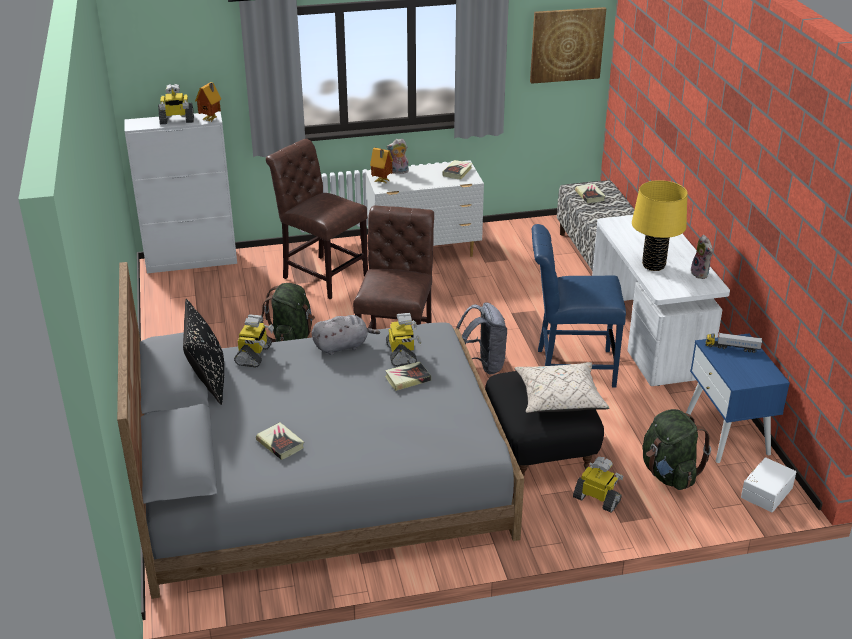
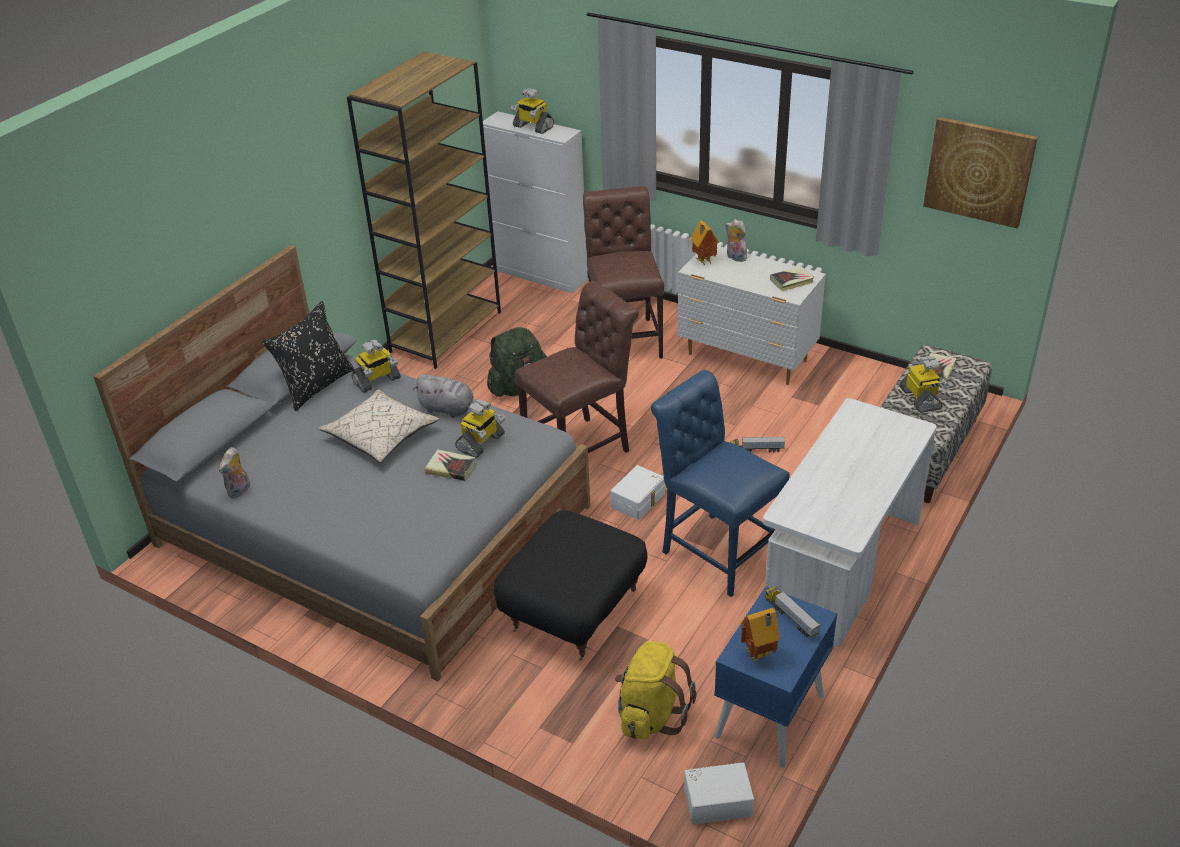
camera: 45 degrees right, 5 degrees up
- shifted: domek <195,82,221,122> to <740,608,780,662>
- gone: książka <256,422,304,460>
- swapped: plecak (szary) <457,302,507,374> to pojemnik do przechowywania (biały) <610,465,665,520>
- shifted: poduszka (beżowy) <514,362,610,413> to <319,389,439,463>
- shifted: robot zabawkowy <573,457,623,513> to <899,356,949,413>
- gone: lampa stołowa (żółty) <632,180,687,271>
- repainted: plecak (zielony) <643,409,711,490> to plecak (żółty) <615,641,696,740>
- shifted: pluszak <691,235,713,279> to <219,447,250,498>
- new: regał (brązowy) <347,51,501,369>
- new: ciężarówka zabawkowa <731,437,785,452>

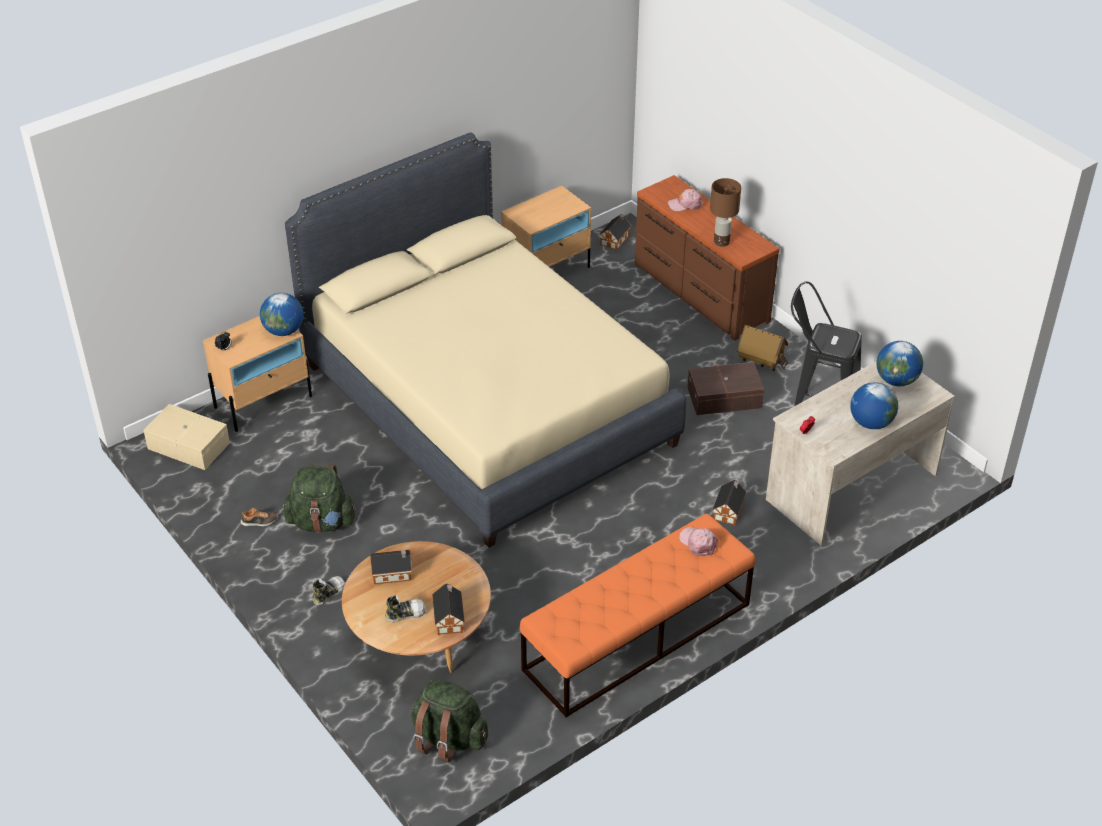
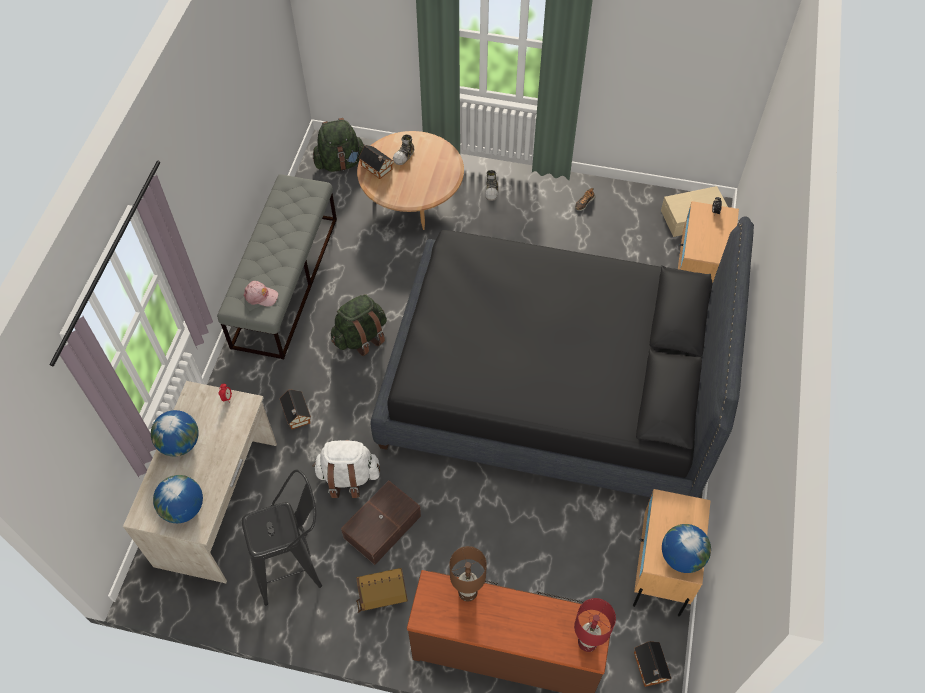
camera: 140 degrees right, 15 degrees up
- shifted: globus <260,293,304,336> to <662,524,711,573>
- shifted: plecak (zielony) <283,465,357,533> to <331,294,387,356>
- repainted: łóżko (beżowy) <285,133,687,548> to łóżko (czarny) <370,216,754,498>
- gone: domek <370,550,412,584>
- repainted: ławka (pomarańczowy) <520,514,756,718> to ławka (szary) <217,174,337,359>
- gone: czapka z daszkiem (różowy) <668,189,703,211>
- new: plecak (biały) <313,440,380,498>
- new: lampa stołowa (czerwony) <574,598,616,652>

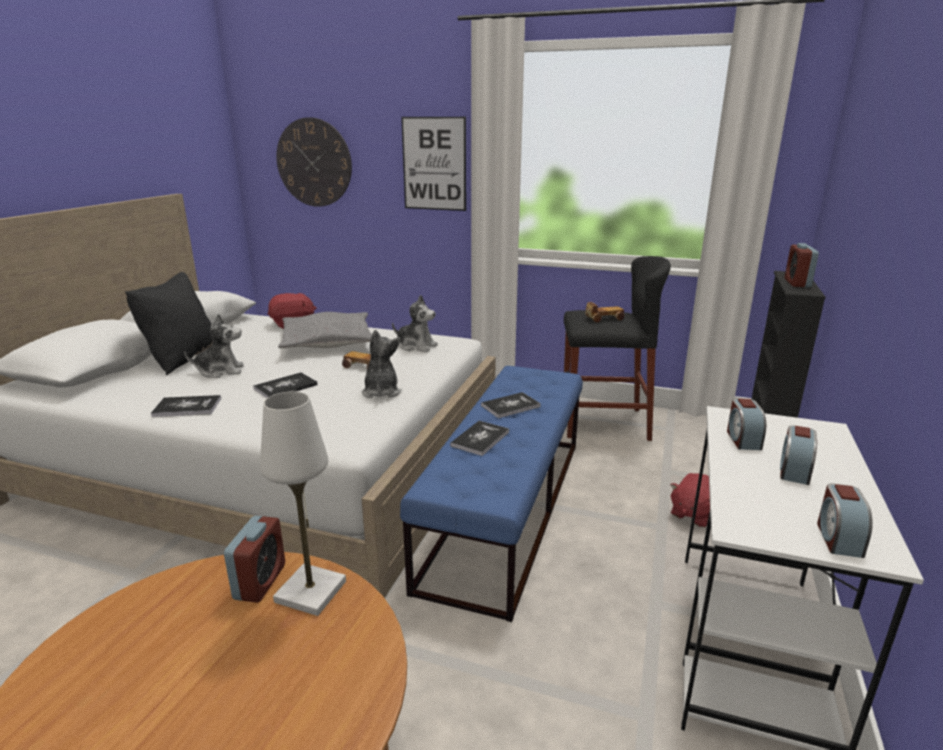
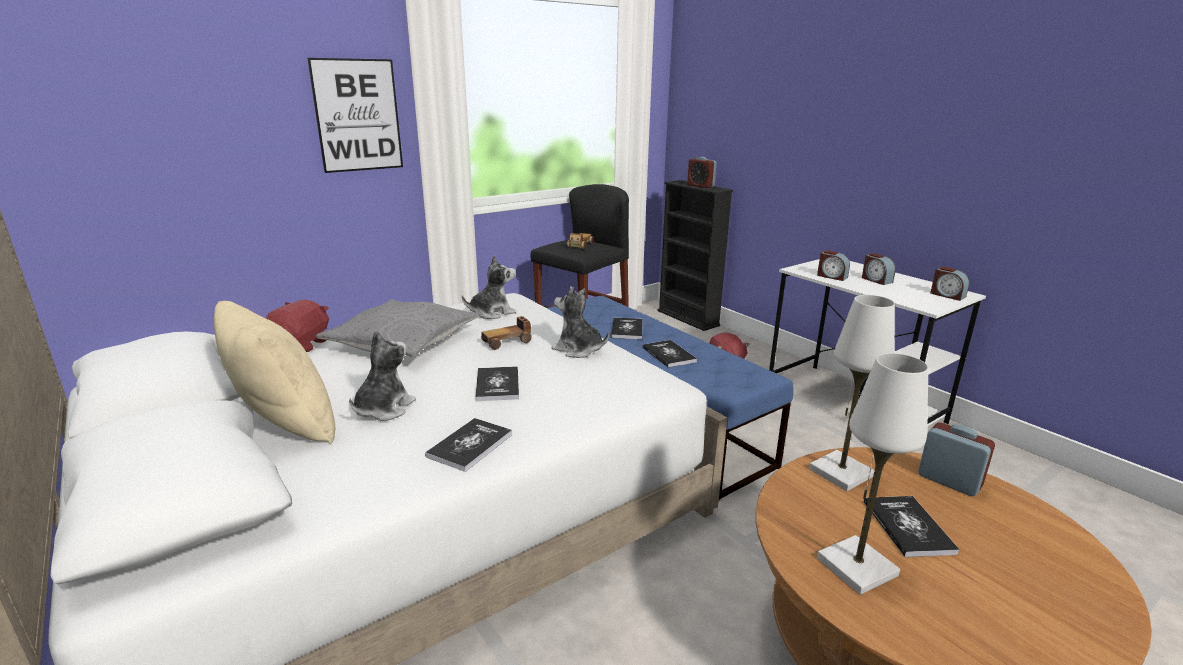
camera: 55 degrees left, 0 degrees up
- repainted: poduszka (czarny) <125,272,213,375> to poduszka (beżowy) <214,301,335,445>
- shifted: budzik <224,516,285,603> to <918,423,995,496>
- gone: zegar ścienny <276,117,352,207>
- new: lampa stołowa (biały) <817,353,928,595>
- new: książka <864,496,960,557>

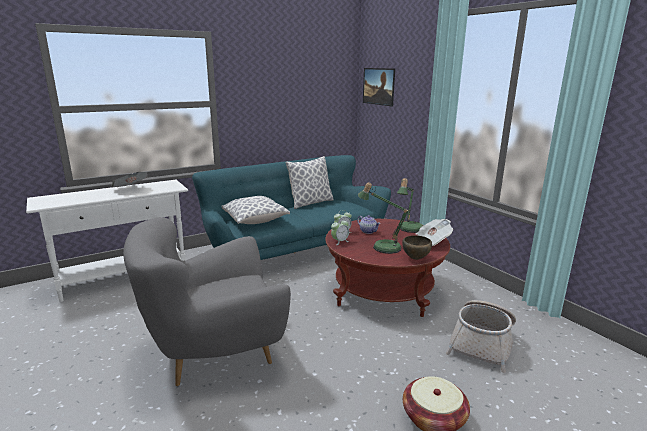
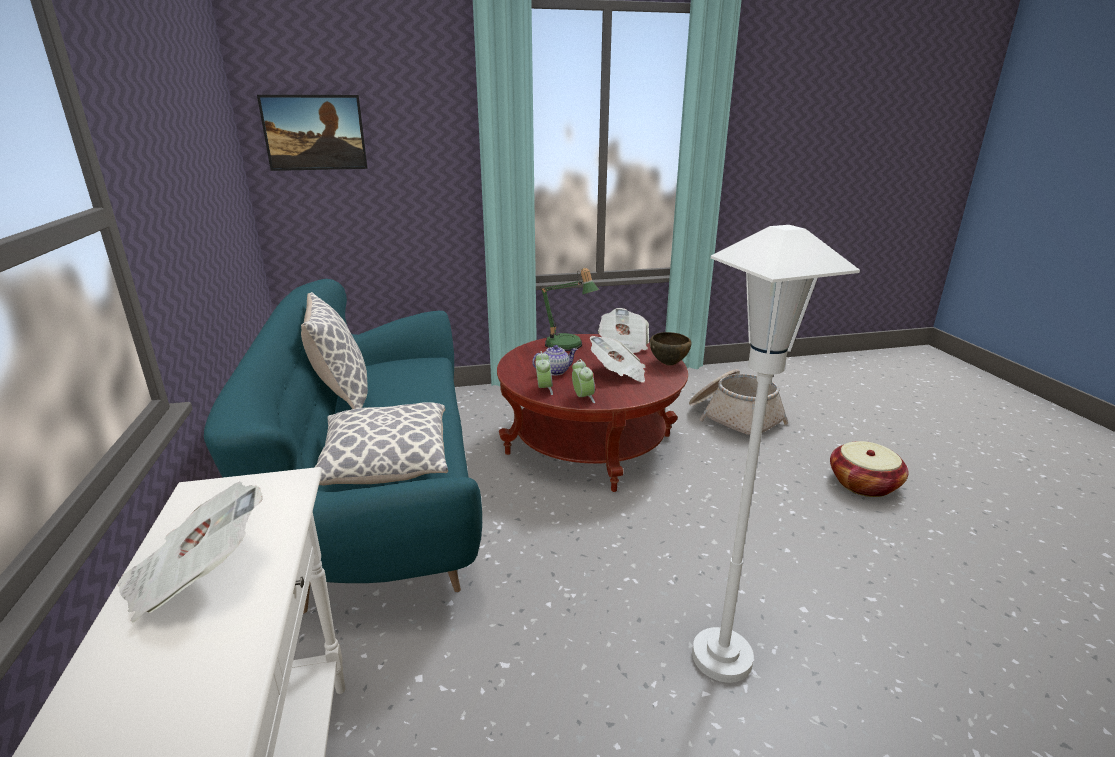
camera: 70 degrees left, 5 degrees up
- swapped: fotel (szary) <123,217,291,386> to lampa stojąca (biały) <692,225,860,683>
- swapped: lampa stołowa <358,182,410,254> to gazeta <590,336,646,383>

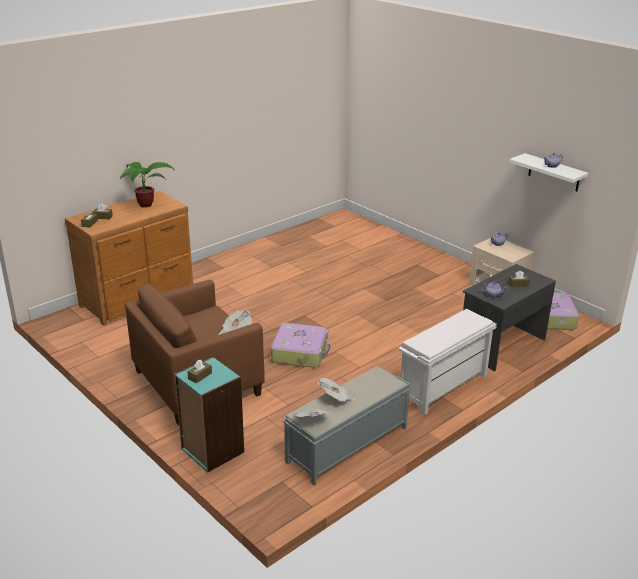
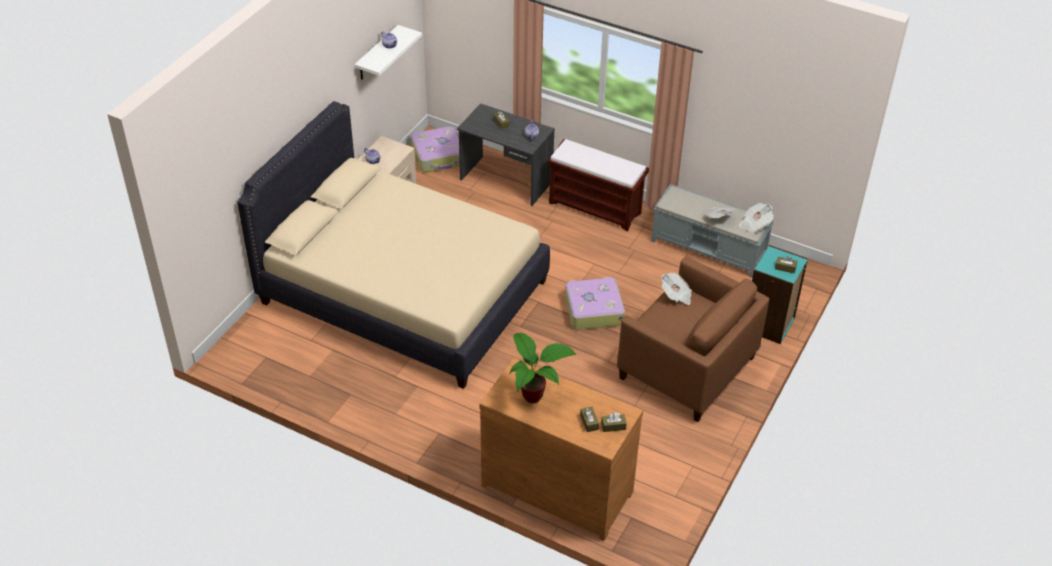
camera: 110 degrees left, 15 degrees up
- repainted: ławka (biały) <398,309,497,415> to ławka (brązowy) <547,139,649,231>
- new: łóżko (beżowy) <237,101,550,389>

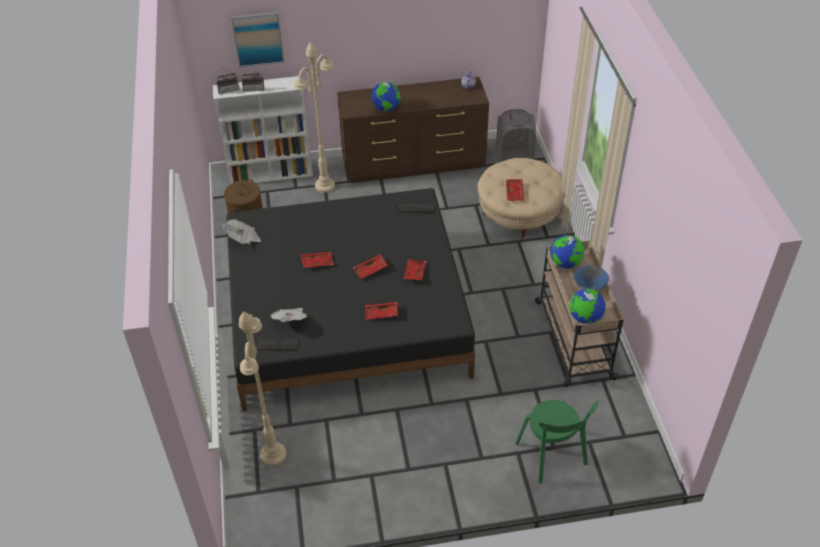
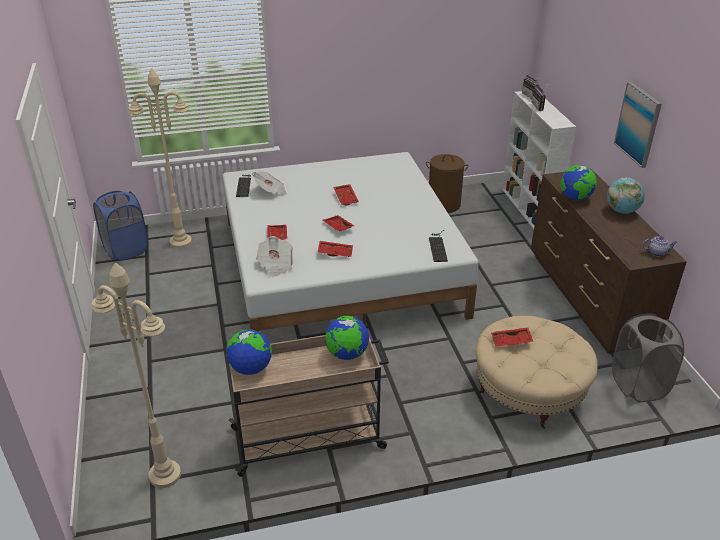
camera: 85 degrees right, 10 degrees down
- shifted: gazeta <223,219,261,244> to <256,236,293,277>
- repainted: łóżko (czarny) <226,188,475,411> to łóżko (biały) <222,152,479,332>
- shifted: obraz <231,12,284,67> to <614,82,662,168>
- shifted: lampa stojąca (beżowy) <294,42,335,193> to <92,262,181,488>
- gone: krzesło (zielony) <515,400,598,484>
- gone: miska (niebieski) <574,265,609,291>
- new: kosz na pranie (niebieski) <93,191,148,260>
- new: globus <607,177,645,214>

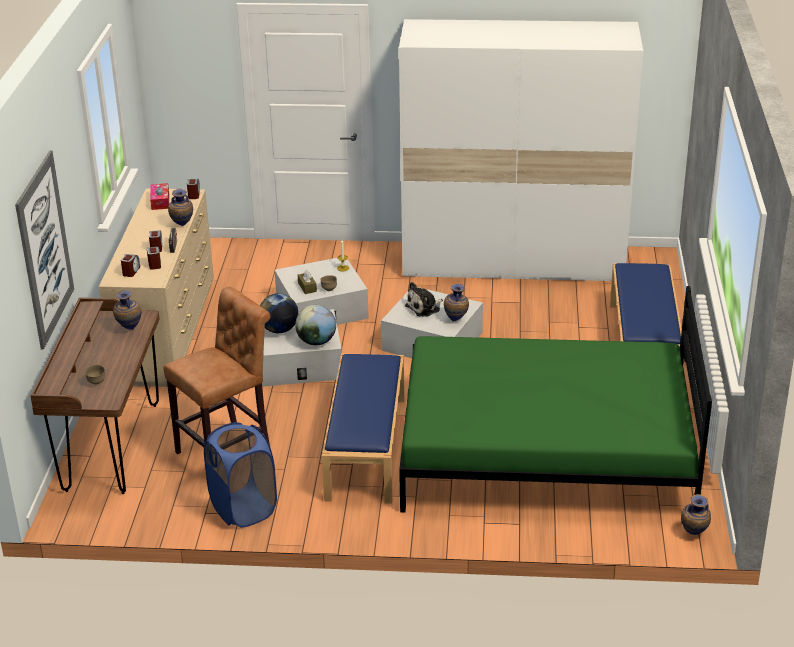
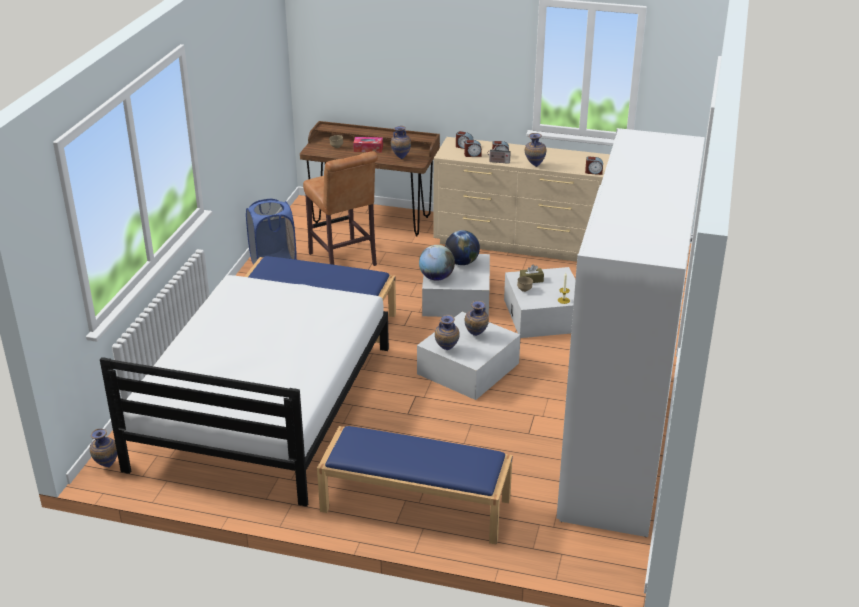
camera: 100 degrees right, 0 degrees up
- gone: obraz <15,150,74,350>
- shifted: pudełko chusteczek <150,183,169,210> to <353,137,383,152>
- repainted: łóżko (zielony) <399,286,712,512> to łóżko (biały) <100,275,389,507>
- swapped: pluszak <405,282,443,317> to wazon <465,301,489,336>

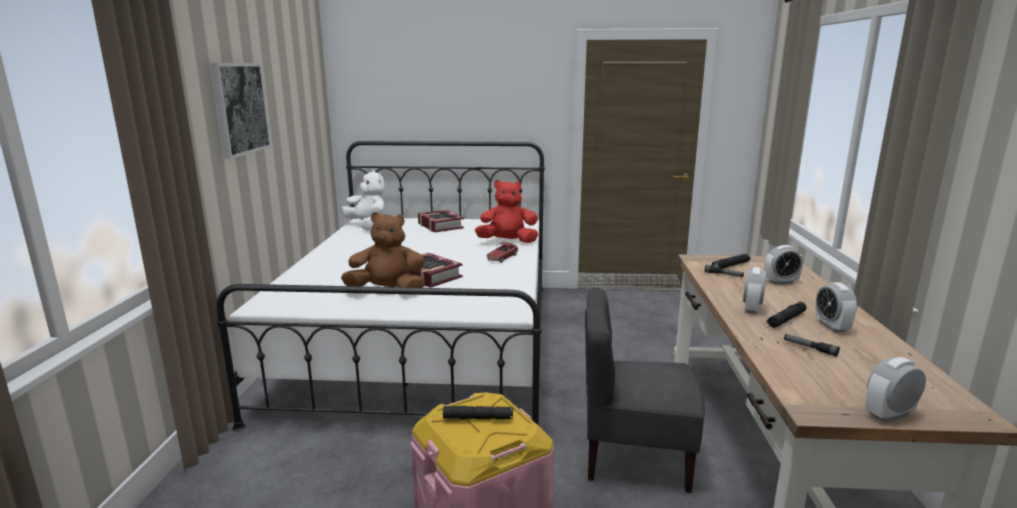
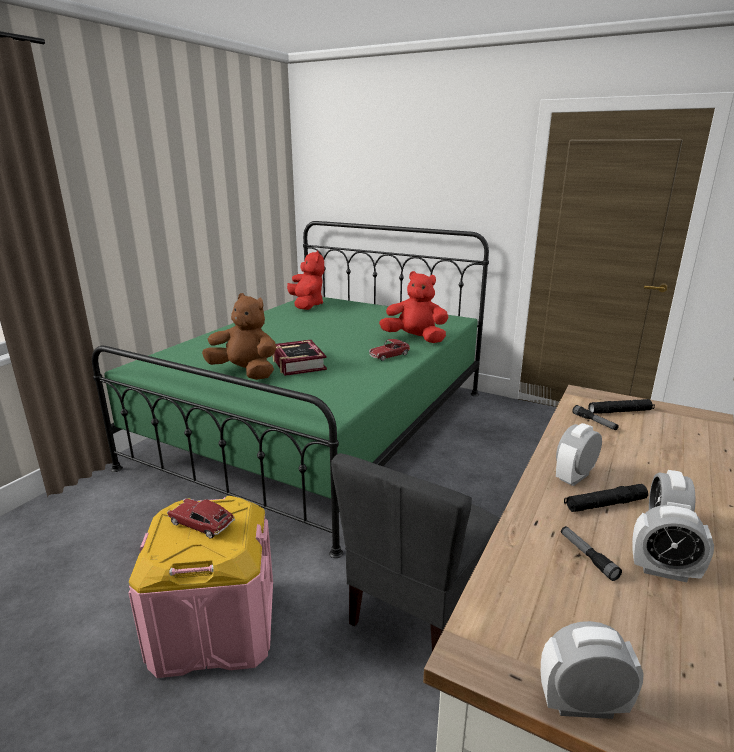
camera: 25 degrees right, 5 degrees up
- gone: obraz <210,63,271,159>
- repainted: łóżko (biały) <216,141,545,431> to łóżko (zielony) <92,221,489,558>
- repainted: pluszak (biały) <341,170,385,230> to pluszak (czerwony) <287,250,325,310>
- gone: książka <418,210,464,233>
- swapped: latarka (czarny) <443,406,513,420> to samochodzik <167,499,235,539>
- rotated: krzesło (szary) <585,288,705,493> = <331,453,500,652> 90 degrees counterclockwise
- shifted: budzik <764,245,803,284> to <632,505,714,582>

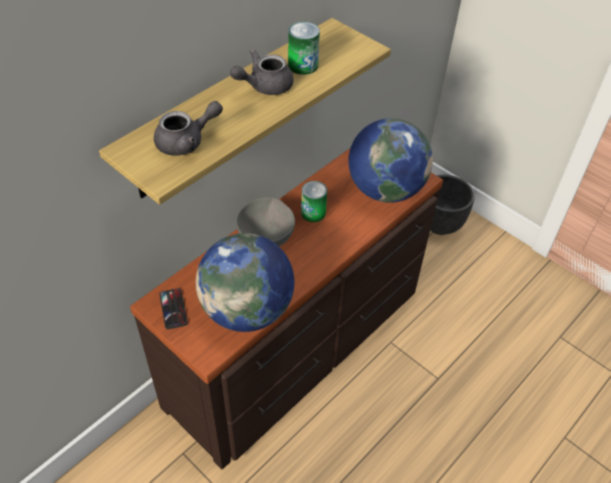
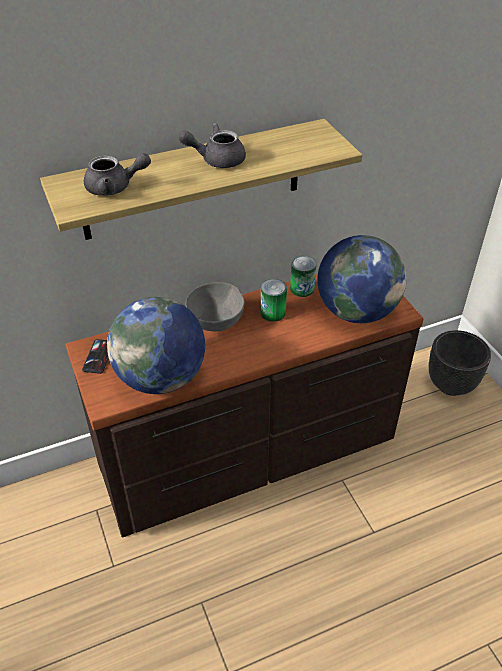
camera: 25 degrees right, 5 degrees down
- shifted: puszka <288,22,320,75> to <290,256,317,297>

